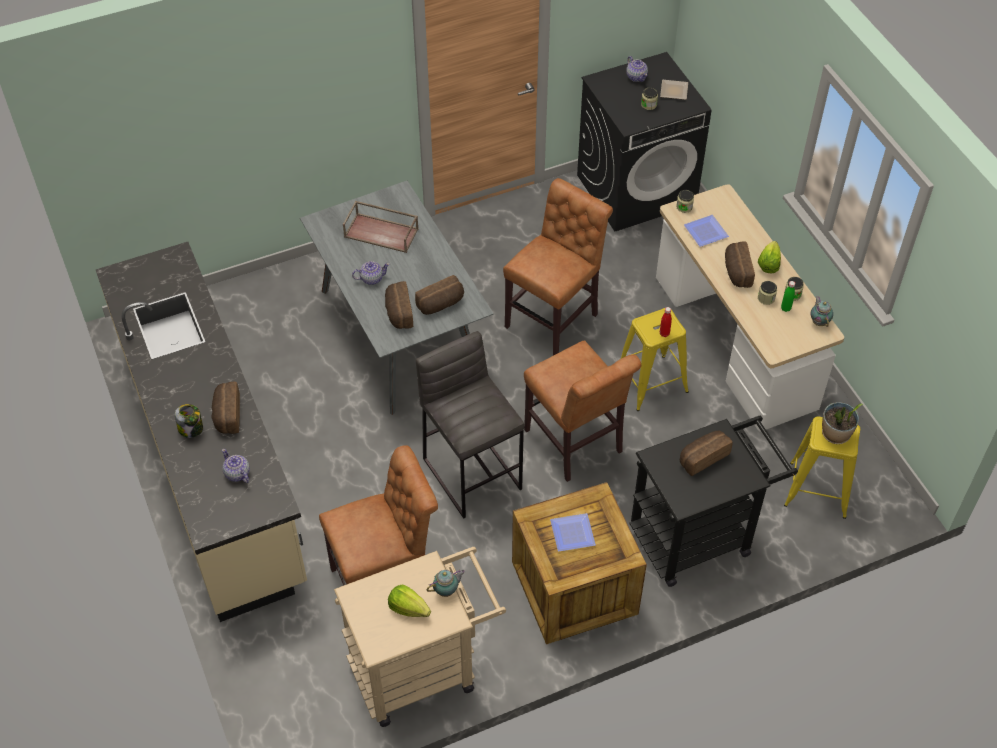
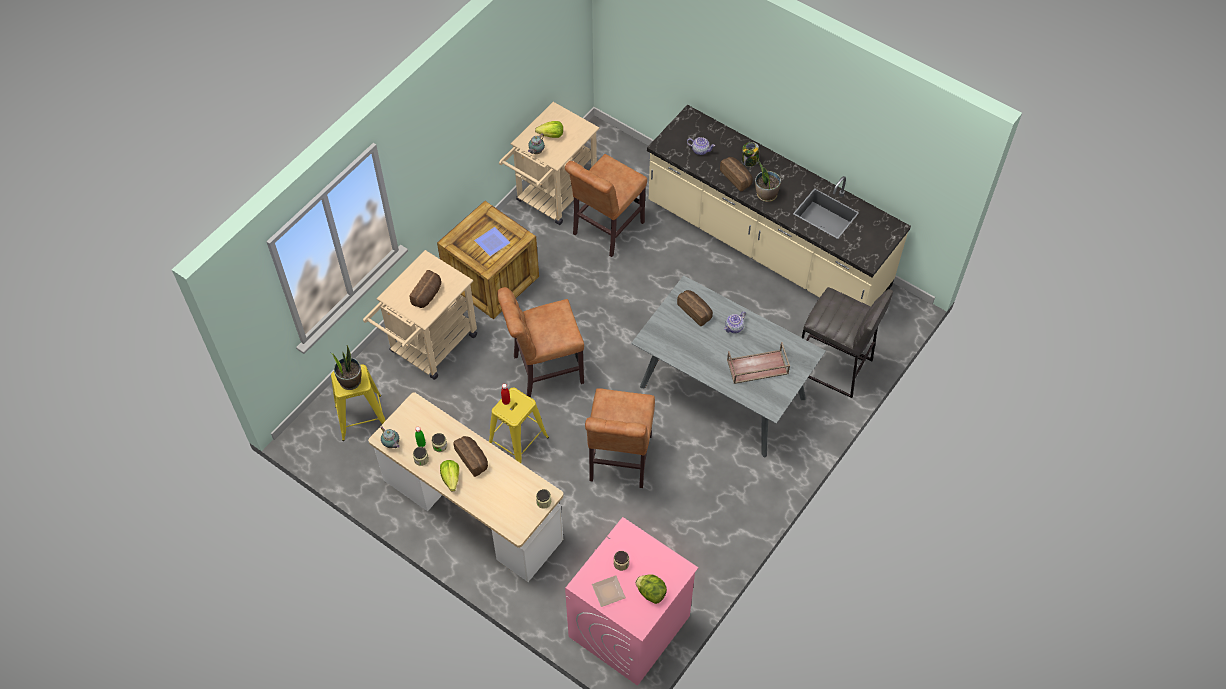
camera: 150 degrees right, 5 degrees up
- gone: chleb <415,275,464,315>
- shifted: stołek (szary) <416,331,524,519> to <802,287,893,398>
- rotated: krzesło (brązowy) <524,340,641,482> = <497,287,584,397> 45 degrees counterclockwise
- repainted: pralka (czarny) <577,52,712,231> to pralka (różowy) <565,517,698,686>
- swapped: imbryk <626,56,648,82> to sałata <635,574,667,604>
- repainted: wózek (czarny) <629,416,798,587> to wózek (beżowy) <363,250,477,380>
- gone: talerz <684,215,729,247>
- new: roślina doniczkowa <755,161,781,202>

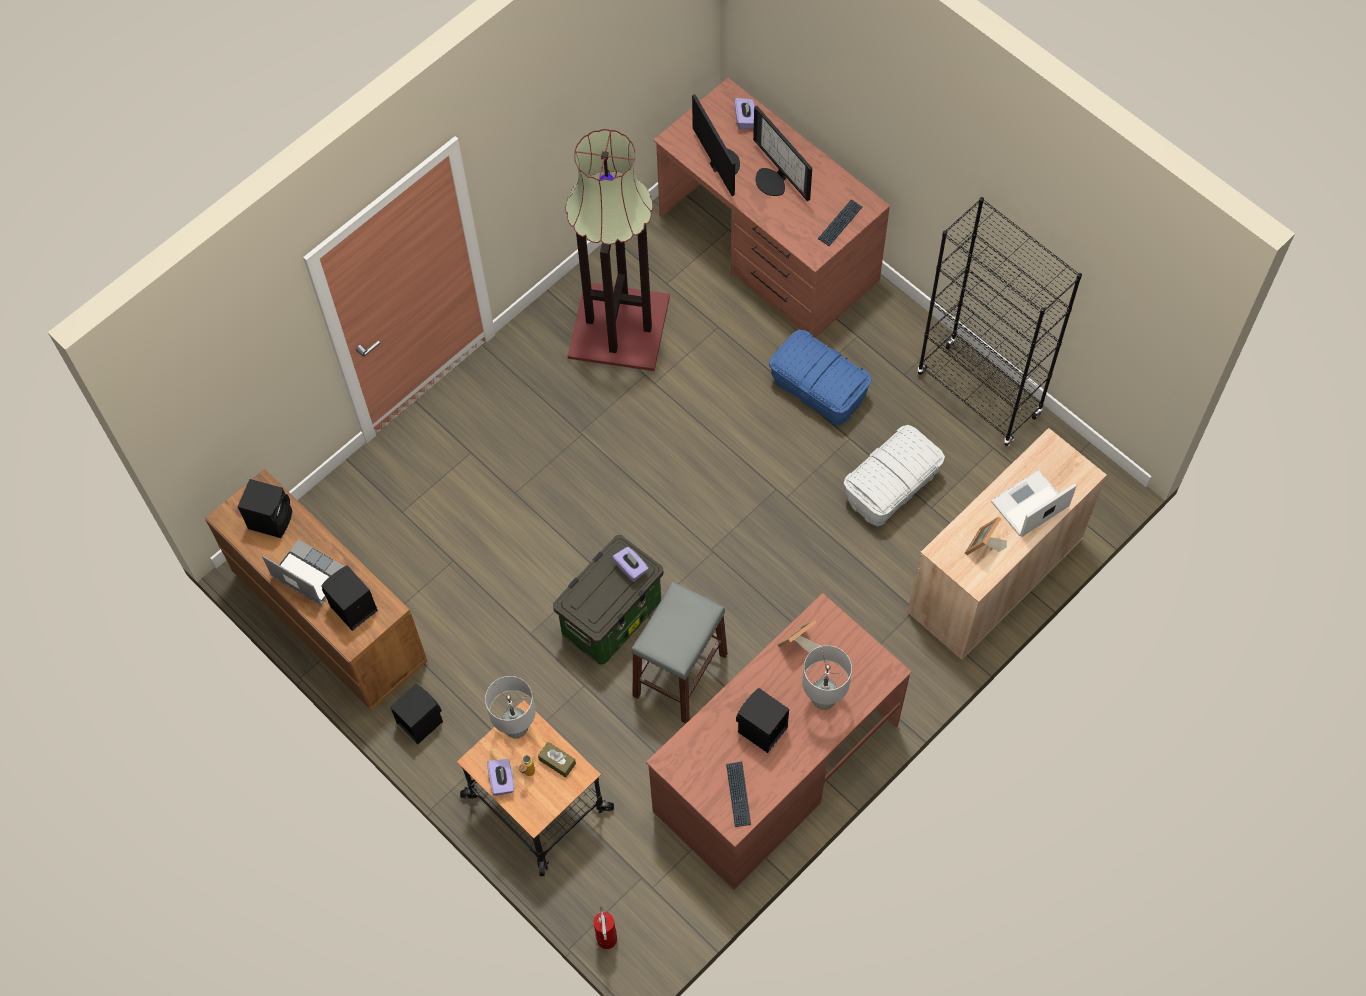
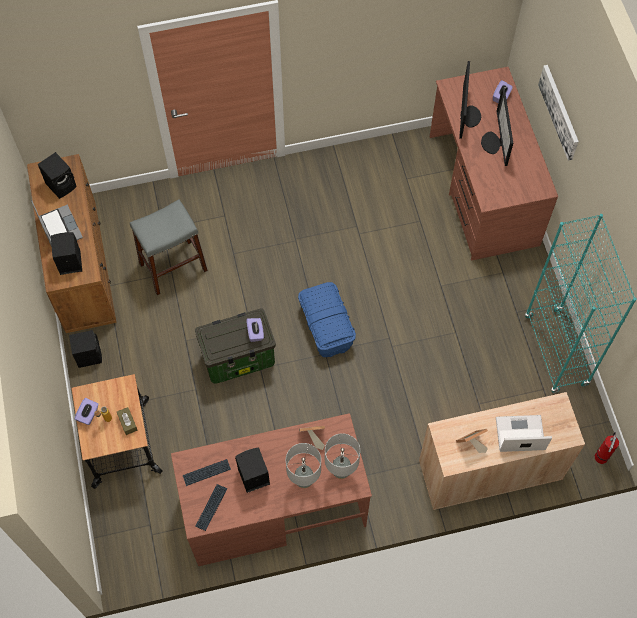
camera: 30 degrees right, 0 degrees up
- shifted: lampa stołowa (szary) <485,676,536,739> to <325,433,360,479>
- gone: lampa stojąca <565,129,670,371>
- shifted: gaśnica <594,907,617,949> to <595,432,619,464>
- shifted: stołek (szary) <631,581,728,724> to <130,199,208,295>
- shifted: pojemnik do przechowywania (niebieski) <769,330,872,425> to <298,282,356,357>
- shifted: klawiatura <818,199,862,246> to <183,459,231,486>
- gone: pojemnik do przechowywania (biały) <844,425,945,527>
- repainted: regał (czarny) <917,197,1082,446> to regał (turkusowy) <525,214,637,394>
- new: obraz <538,65,579,161>

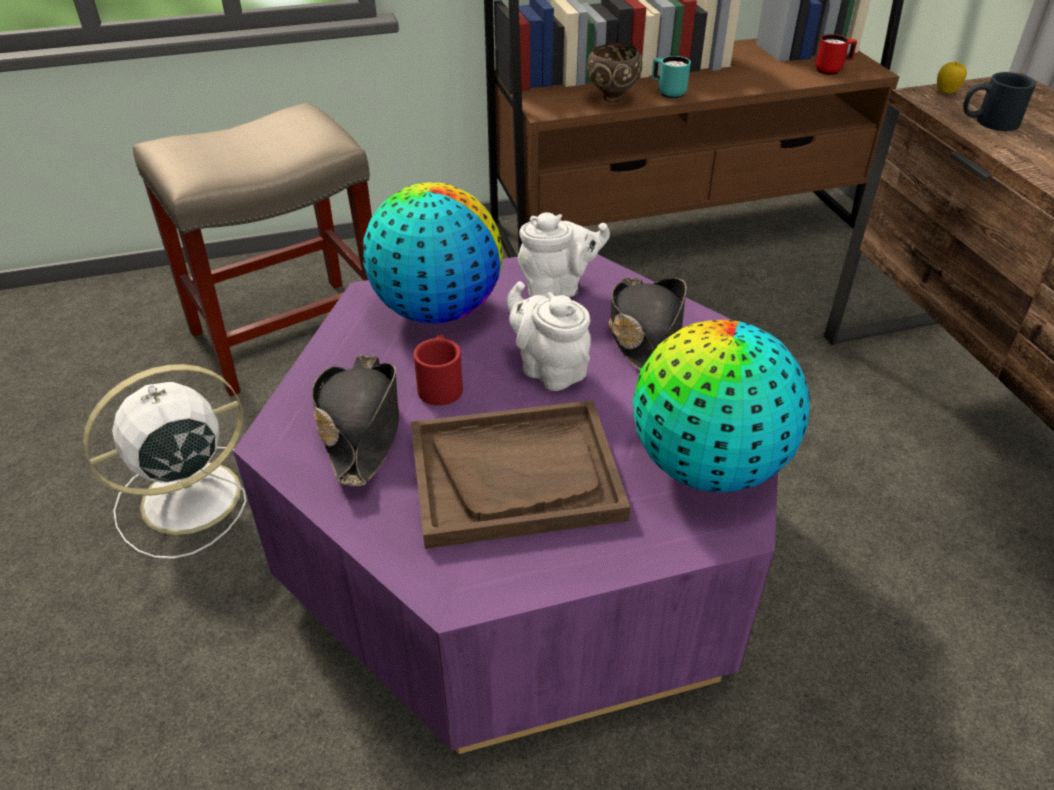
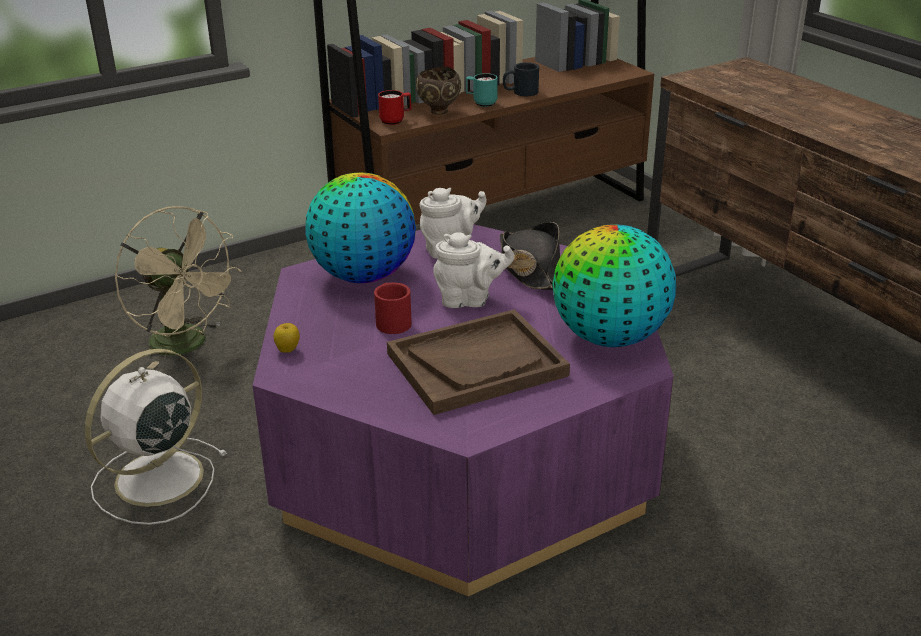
camera: 15 degrees left, 10 degrees down
- swapped: stołek (beżowy) <133,103,372,396> to wentylator (beżowy) <115,206,242,369>
- gone: kapelusz (czarny) <312,354,399,486>
- rotated: imbryk (biały) <506,281,591,391> = <433,232,515,308> 150 degrees clockwise
- shifted: kubek (czerwony) <815,34,857,75> to <378,90,411,125>
- shifted: jabłko <937,62,967,94> to <273,323,300,353>
- shifted: kubek (czarny) <963,72,1036,131> to <503,62,539,96>

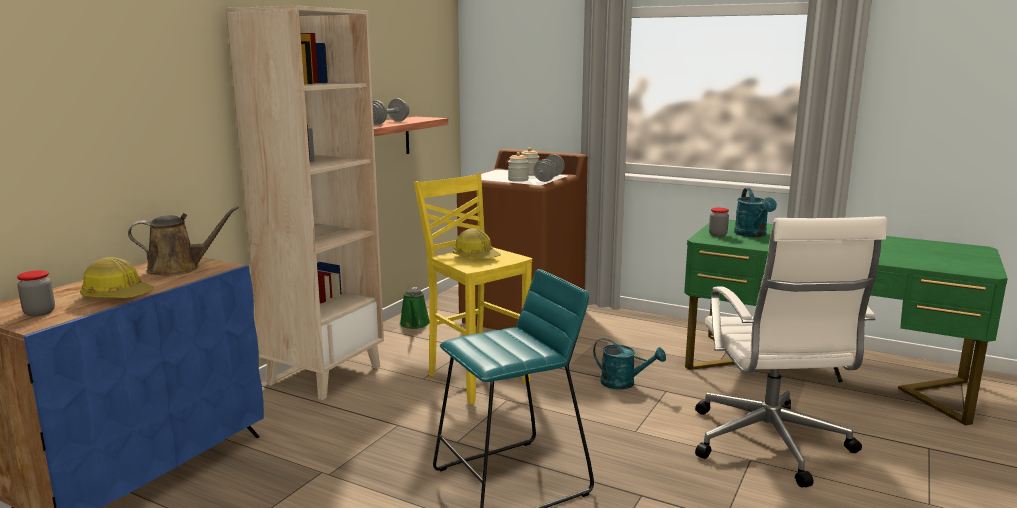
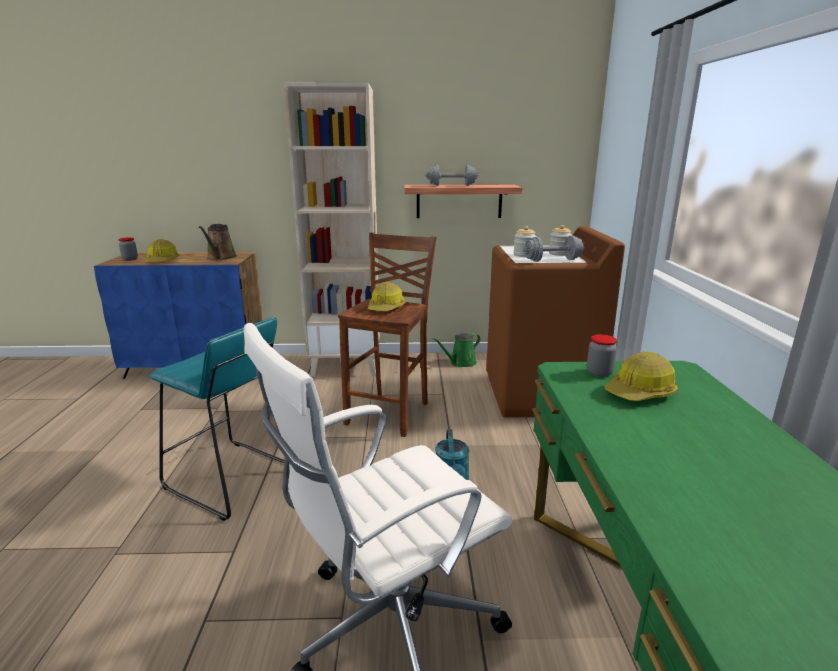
camera: 60 degrees right, 5 degrees up
- rotated: konewka (brązowy) <128,206,239,276> = <199,224,237,260> 45 degrees clockwise
- repainted: stołek (żółty) <414,173,532,404> to stołek (brązowy) <338,233,436,437>
- swapped: konewka (turkusowy) <734,188,777,237> to kask <605,352,678,401>

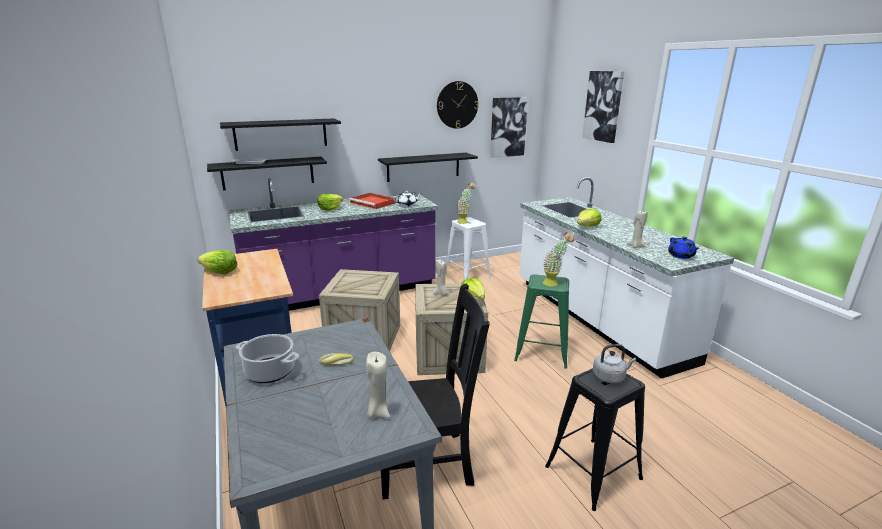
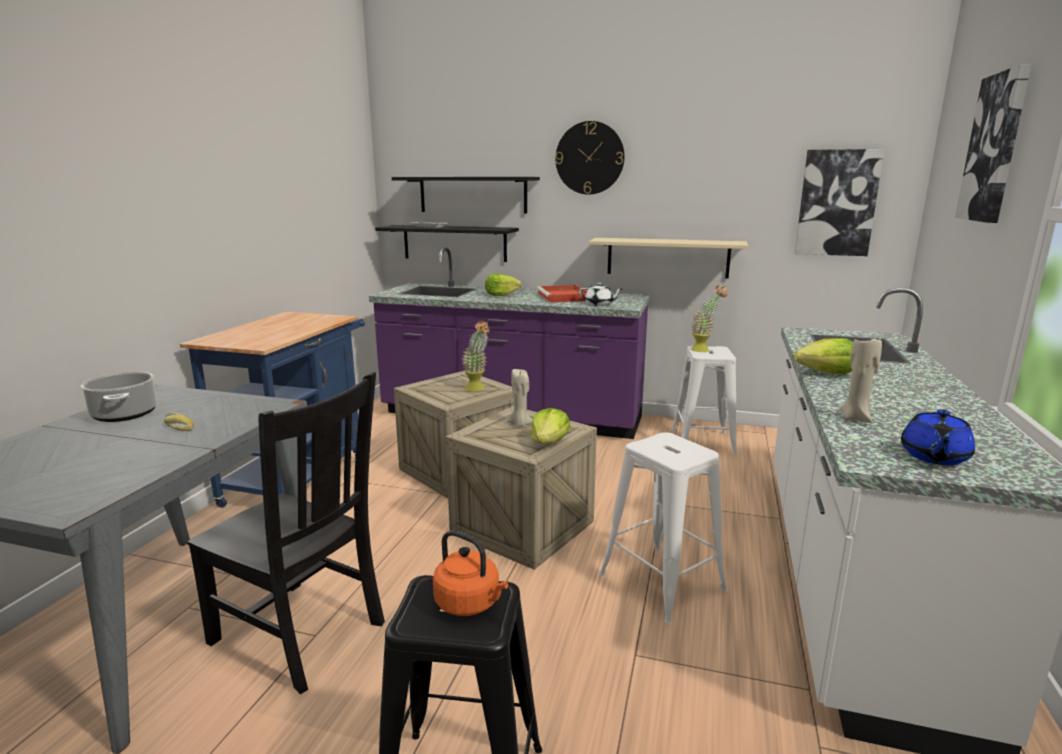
camera: 40 degrees right, 5 degrees down
- gone: sałata <197,250,237,274>
- gone: świeca (beżowy) <366,352,390,419>
- repainted: półka (czarny) <378,153,478,182> to półka (beżowy) <588,238,748,279>
- shifted: zegar ścienny <437,81,479,129> to <556,121,625,195>
- repainted: stołek (zielony) <514,274,569,369> to stołek (biały) <600,432,727,623>
- shifted: roślina doniczkowa <543,232,574,286> to <462,320,489,391>
- repainted: czajnik (szary) <593,344,636,383> to czajnik (pomarańczowy) <433,530,508,616>

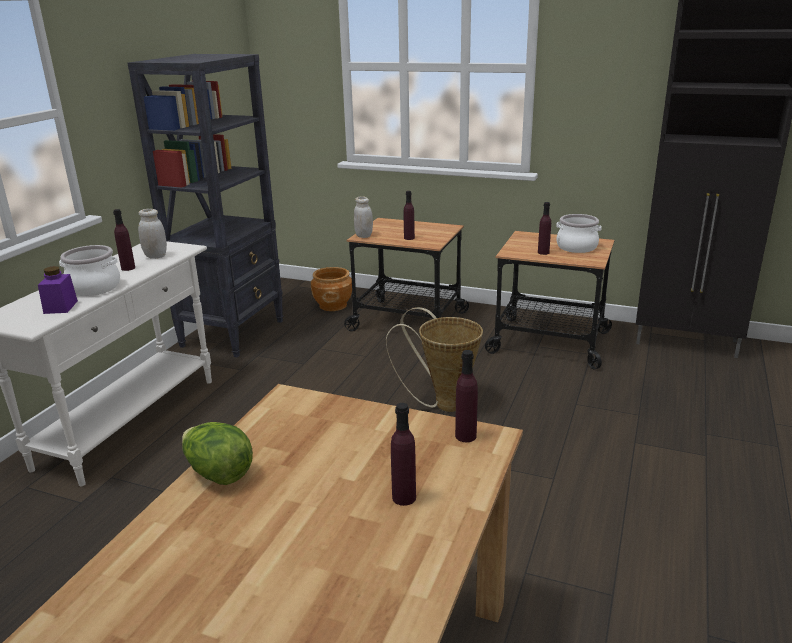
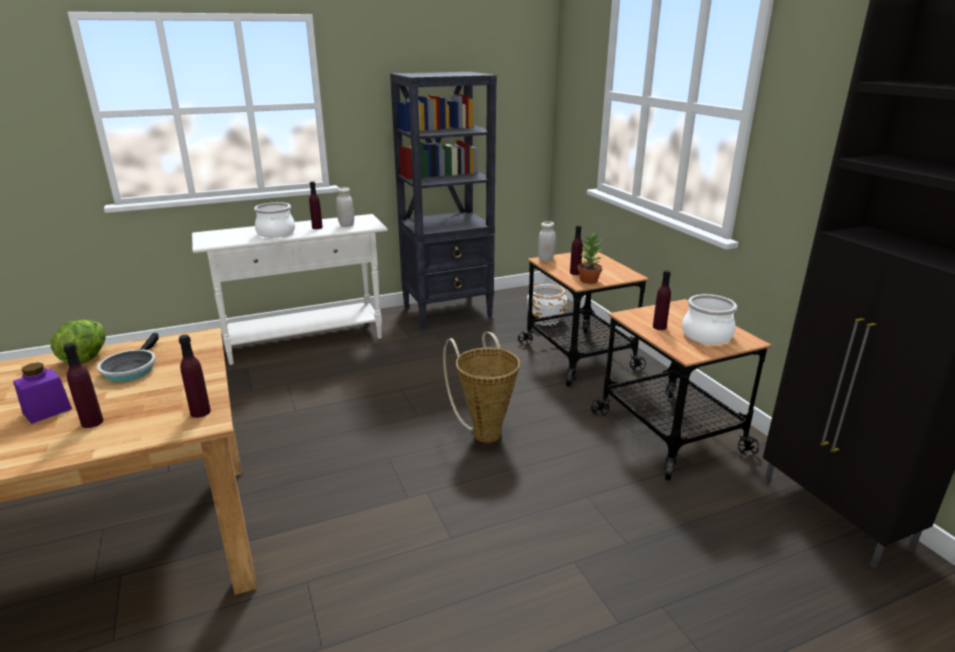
camera: 45 degrees right, 0 degrees up
- shifted: słoik (fioletowy) <38,266,78,314> to <13,362,72,424>
- repainted: donica (brązowy) <311,267,352,311> to donica (biały) <527,284,567,326>
- new: patelnia <97,333,159,382>
- new: roślina doniczkowa <577,233,602,284>

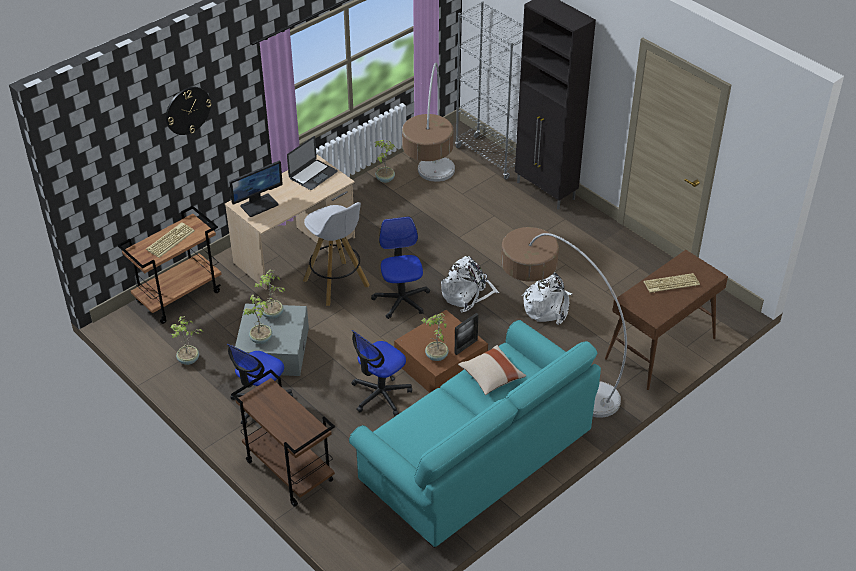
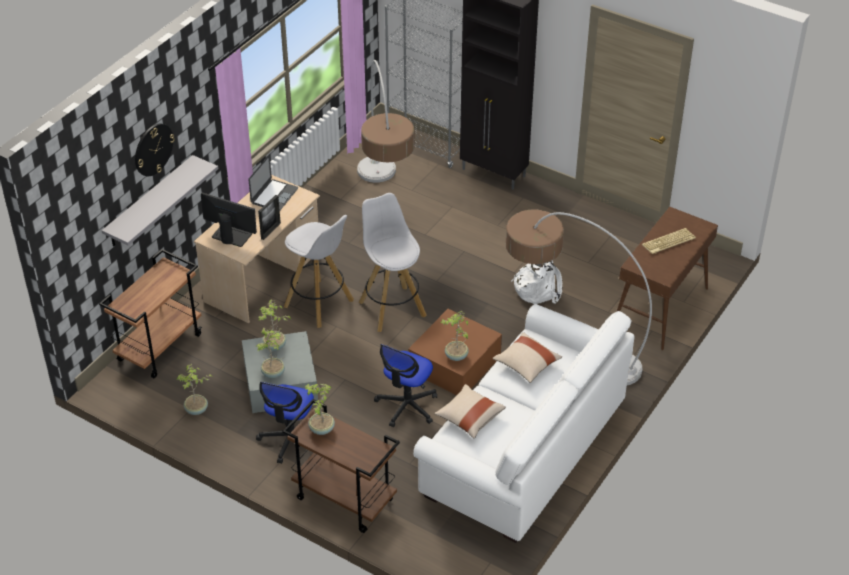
camera: 15 degrees left, 0 degrees up
- gone: klawiatura <146,222,195,258>
- rotated: monitor <229,161,282,217> = <201,192,257,247> 105 degrees counterclockwise
- repainted: kanapa (turkusowy) <349,320,601,548> to kanapa (biały) <413,304,634,543>
- swapped: krzesło biurowe <371,217,430,319> to stołek (biały) <359,193,427,332>
- shifted: roślina doniczkowa <374,140,395,183> to <305,383,335,435>
- gone: plecak (biały) <441,256,499,312>
- shifted: ramka na zdjęcie <454,313,479,355> to <258,195,281,240>
- new: półka (szary) <102,155,218,247>
- new: poduszka (beżowy) <434,384,506,439>

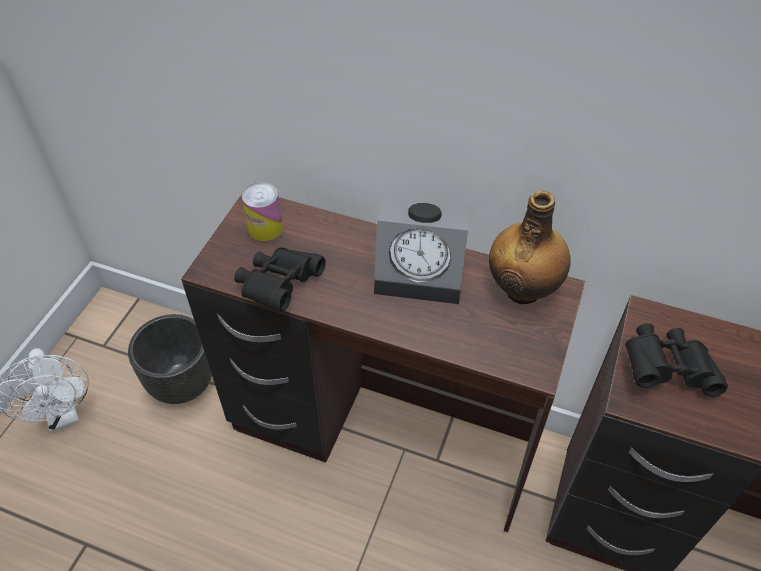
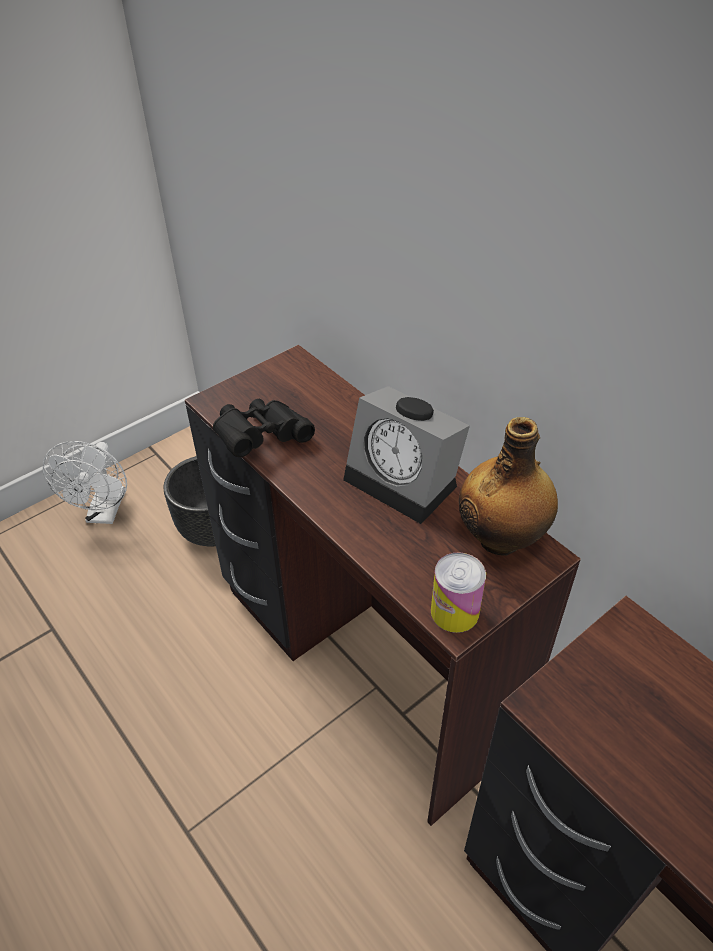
camera: 30 degrees right, 5 degrees down
- shifted: puszka <242,182,283,241> to <431,552,486,633>
- gone: lornetka (czarny) <625,323,728,397>

